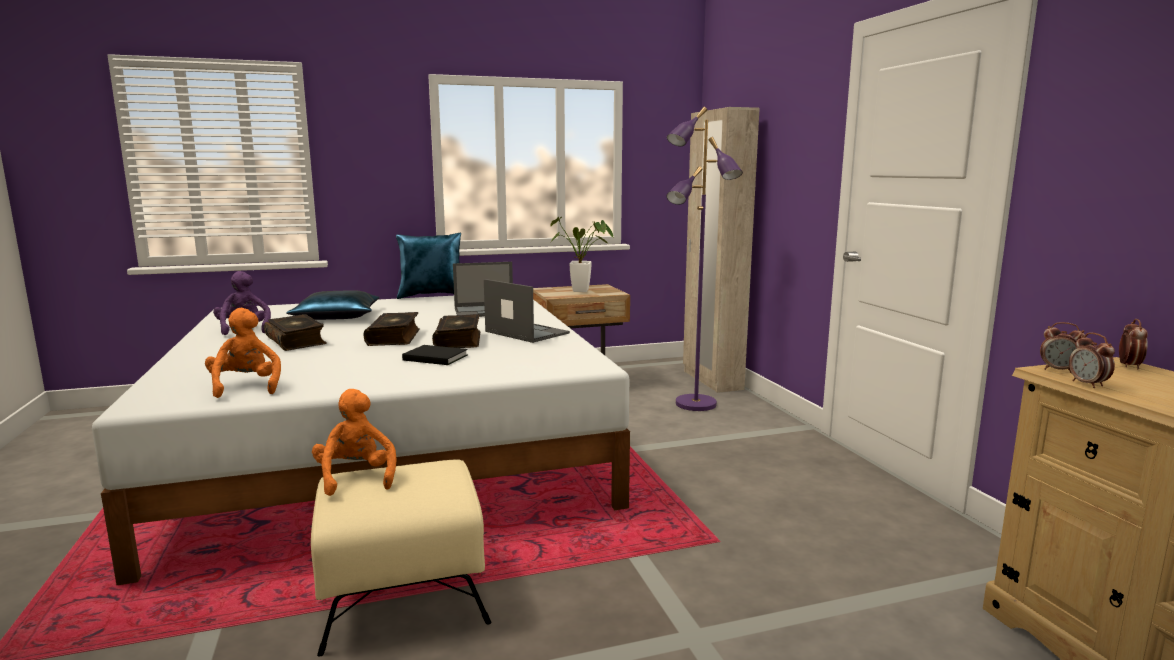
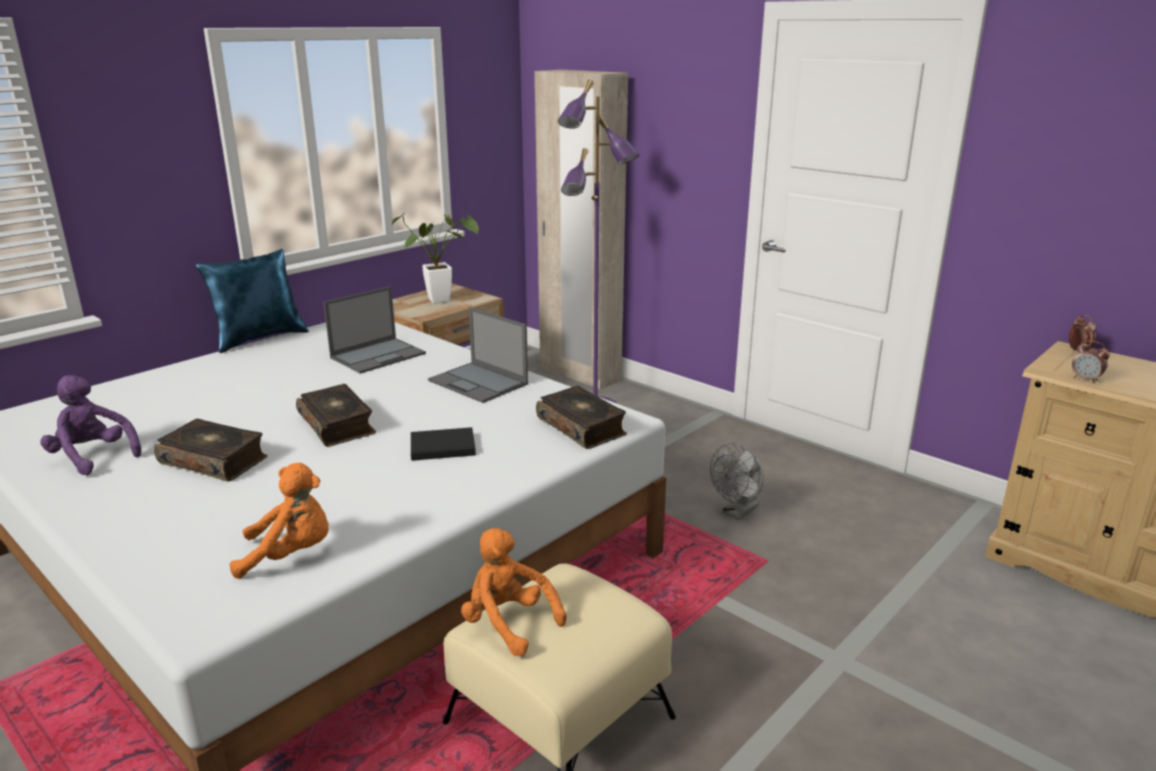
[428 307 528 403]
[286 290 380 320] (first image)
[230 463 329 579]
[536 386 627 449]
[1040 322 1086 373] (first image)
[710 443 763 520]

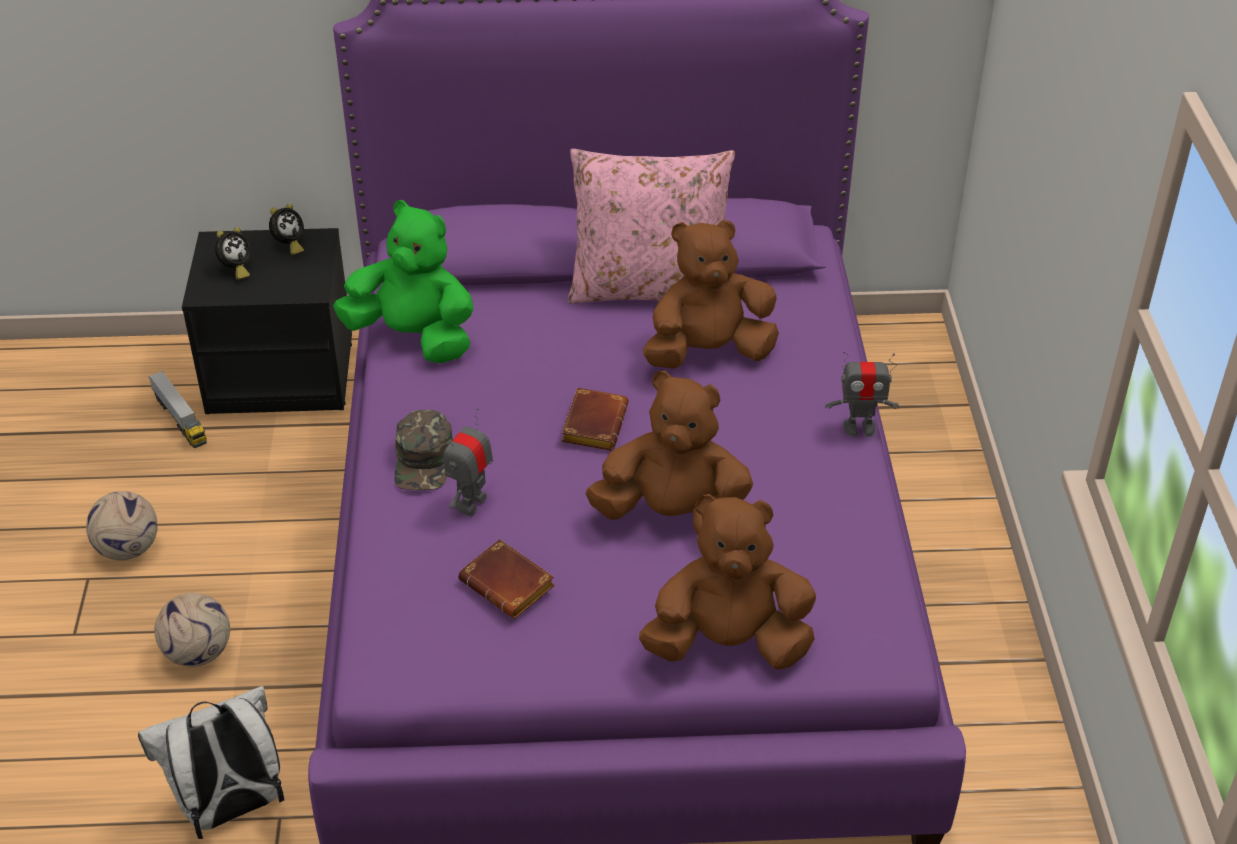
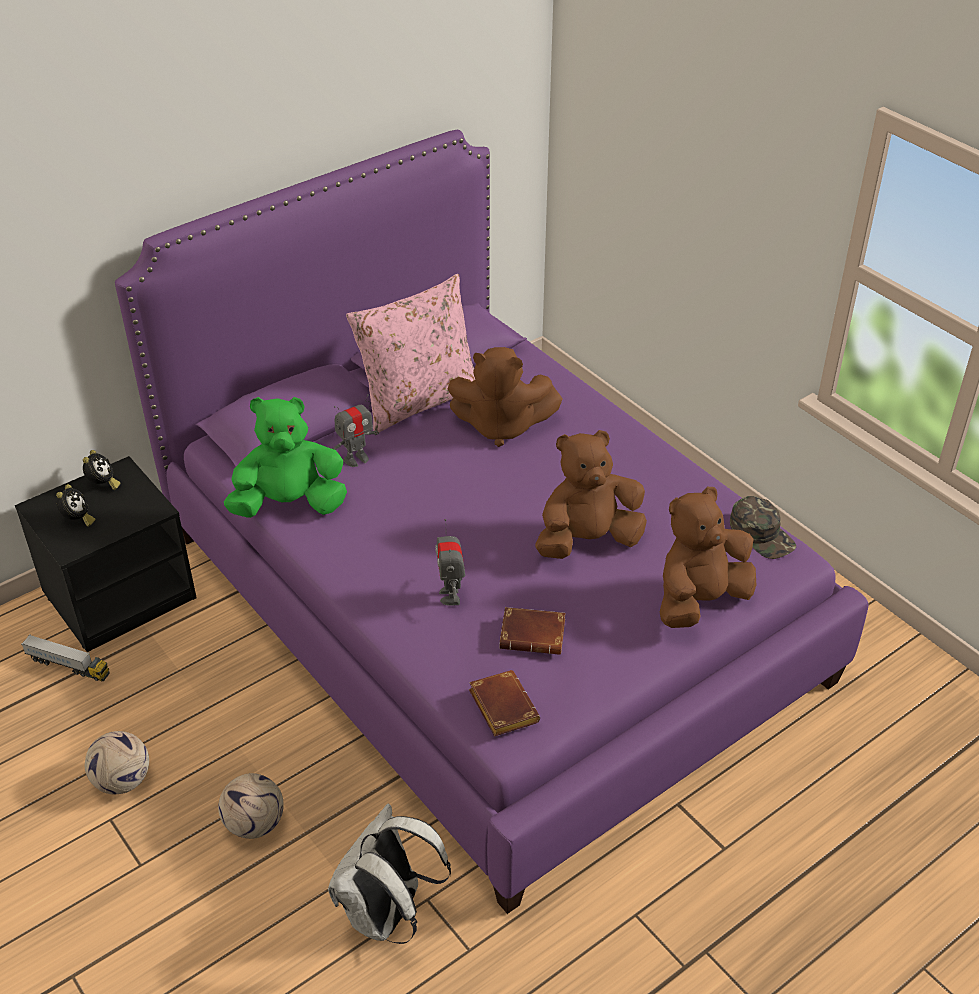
[447 347 562 447]
[332 394 379 467]
[469 670 540 736]
[730 496 796 559]

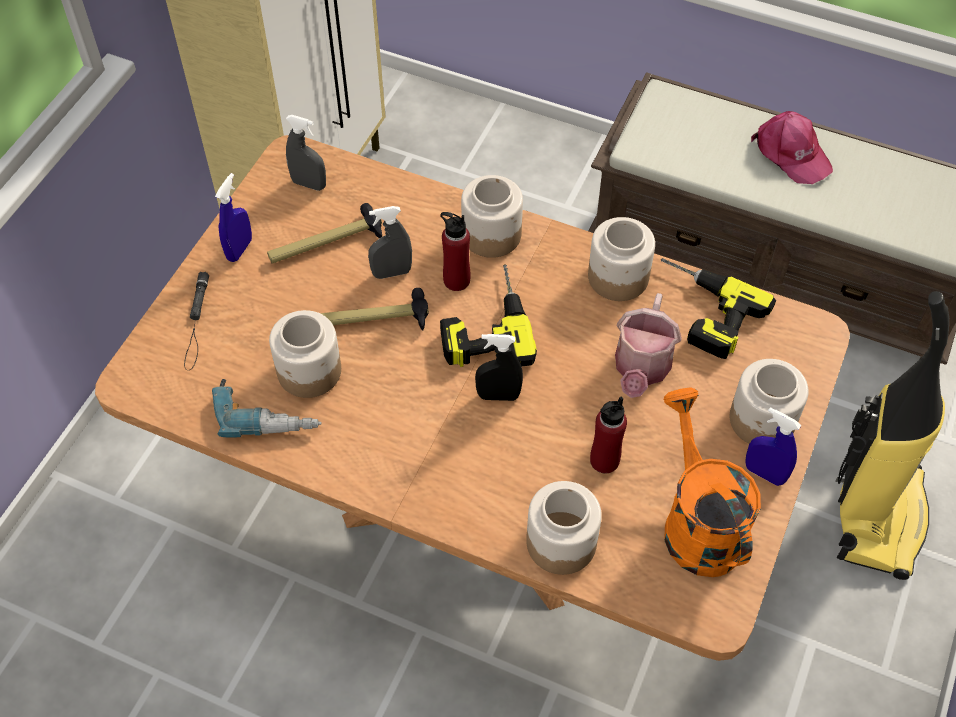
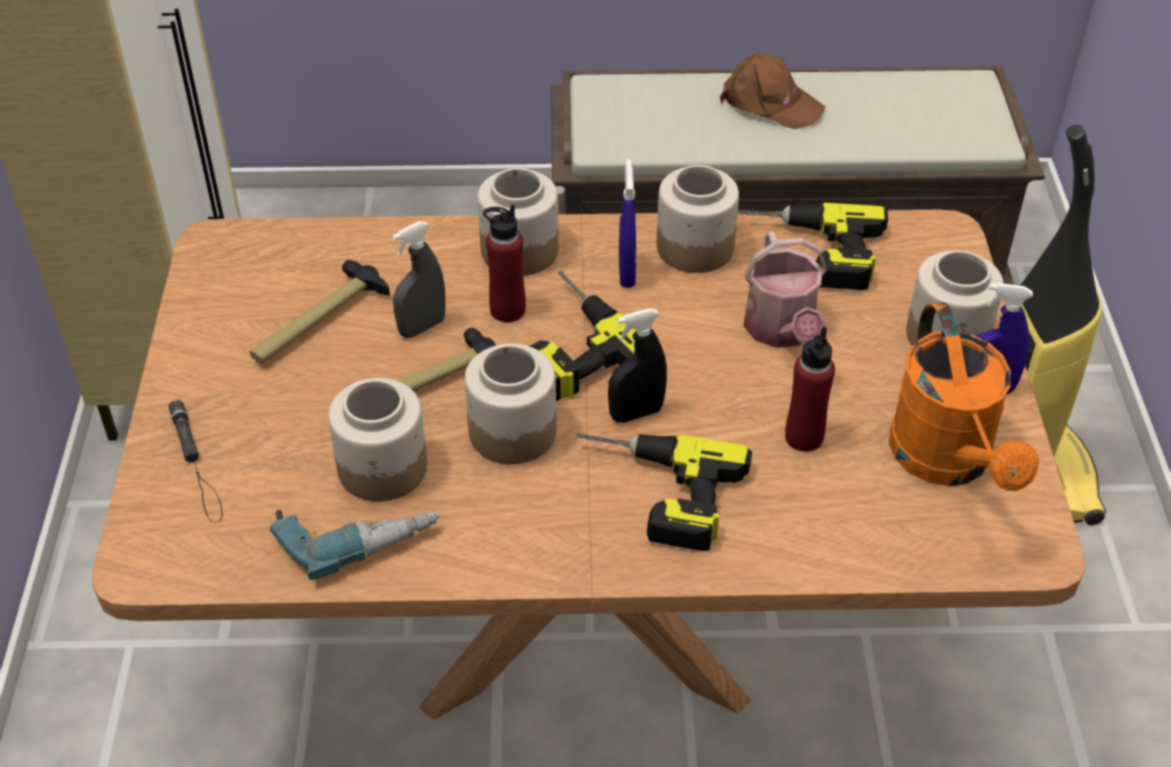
[720 53 826 129]
[286 115 326 191] (first image)
[619 159 636 288]
[889 302 1039 491]
[465 344 557 464]
[576 433 752 551]

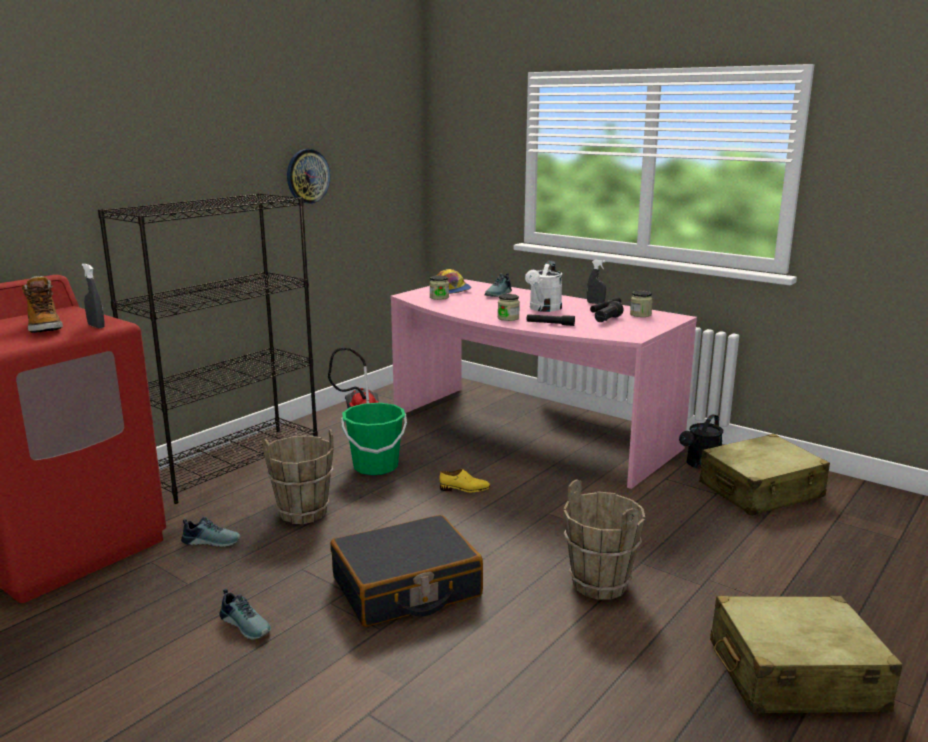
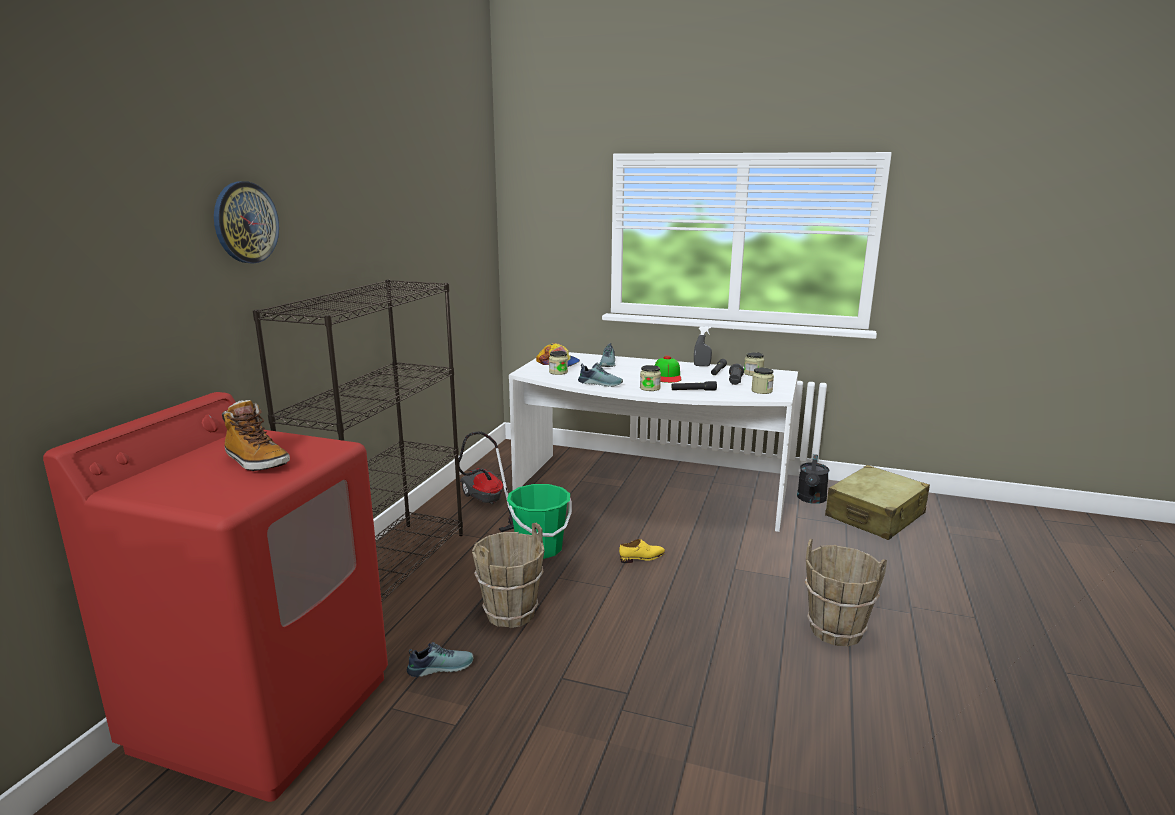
[214 182 279 263]
[655 356 682 383]
[82 264 105 329] (first image)
[509 352 798 532]
[330 515 483 627] (first image)
[578 363 623 387]
[710 595 903 714] (first image)
[751 368 774 394]

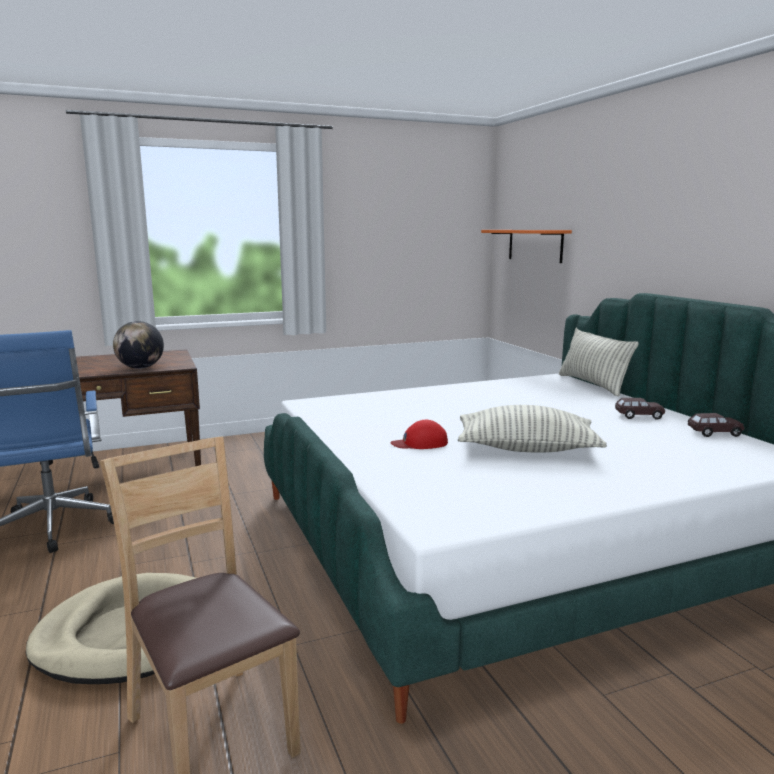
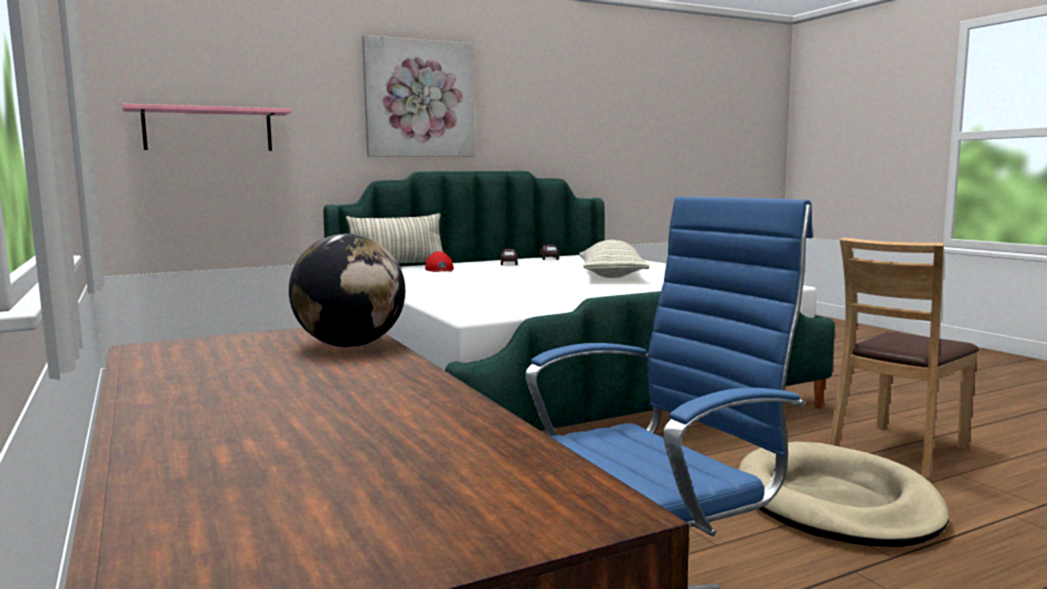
[122 104 291 151]
[425 251 454 272]
[362 35 476 157]

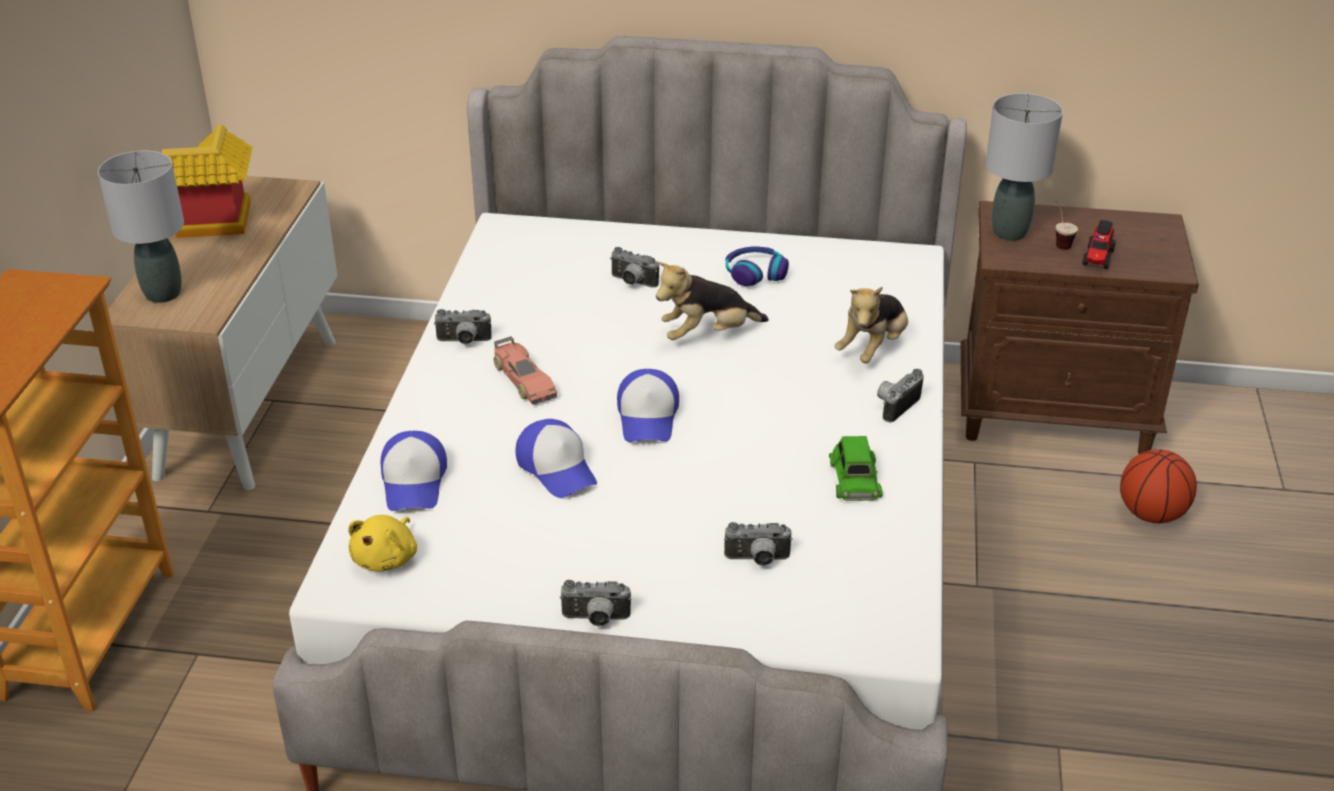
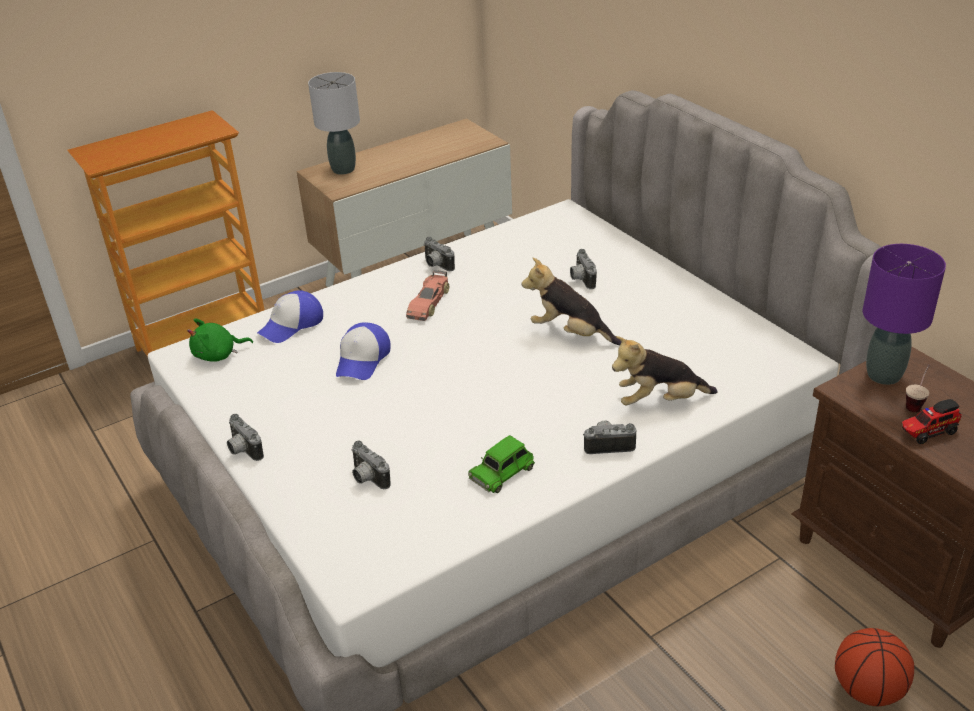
[863 244 946 385]
[162 125 253 238] (first image)
[726 247 789 286] (first image)
[617 369 679 442] (first image)
[187 319 253 362]

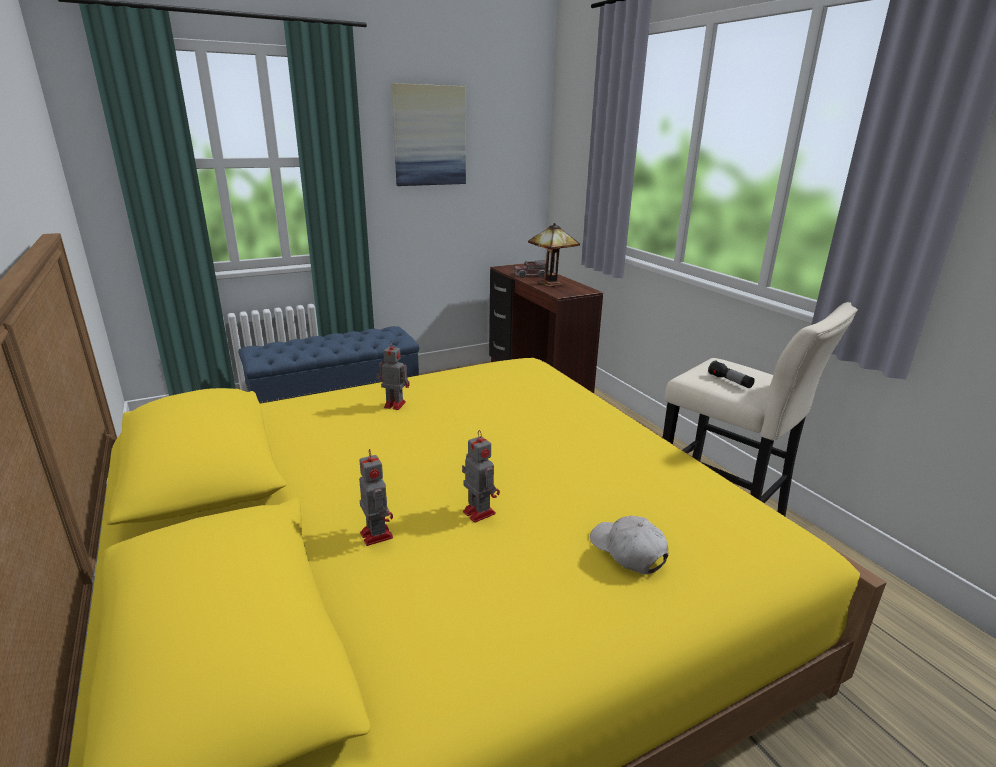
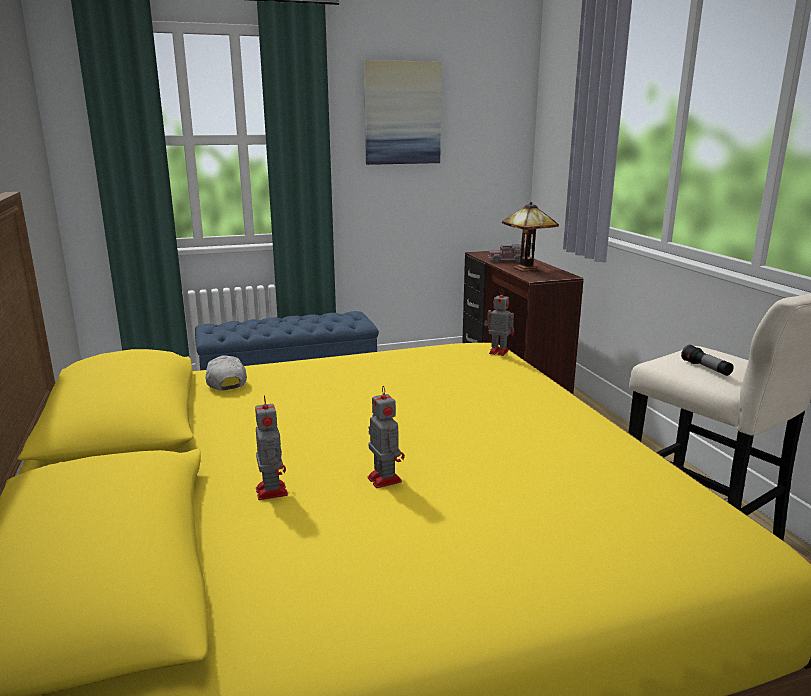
[484 289 514 356]
[205 355 247 391]

